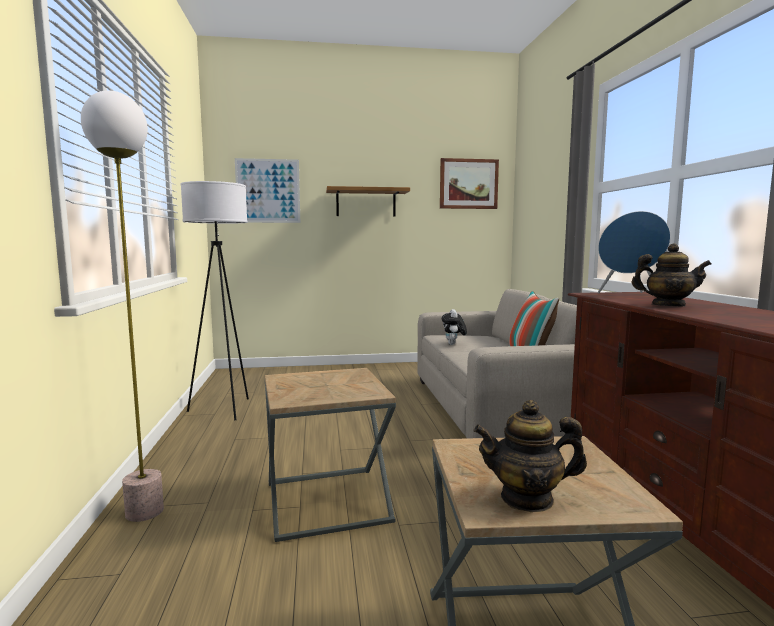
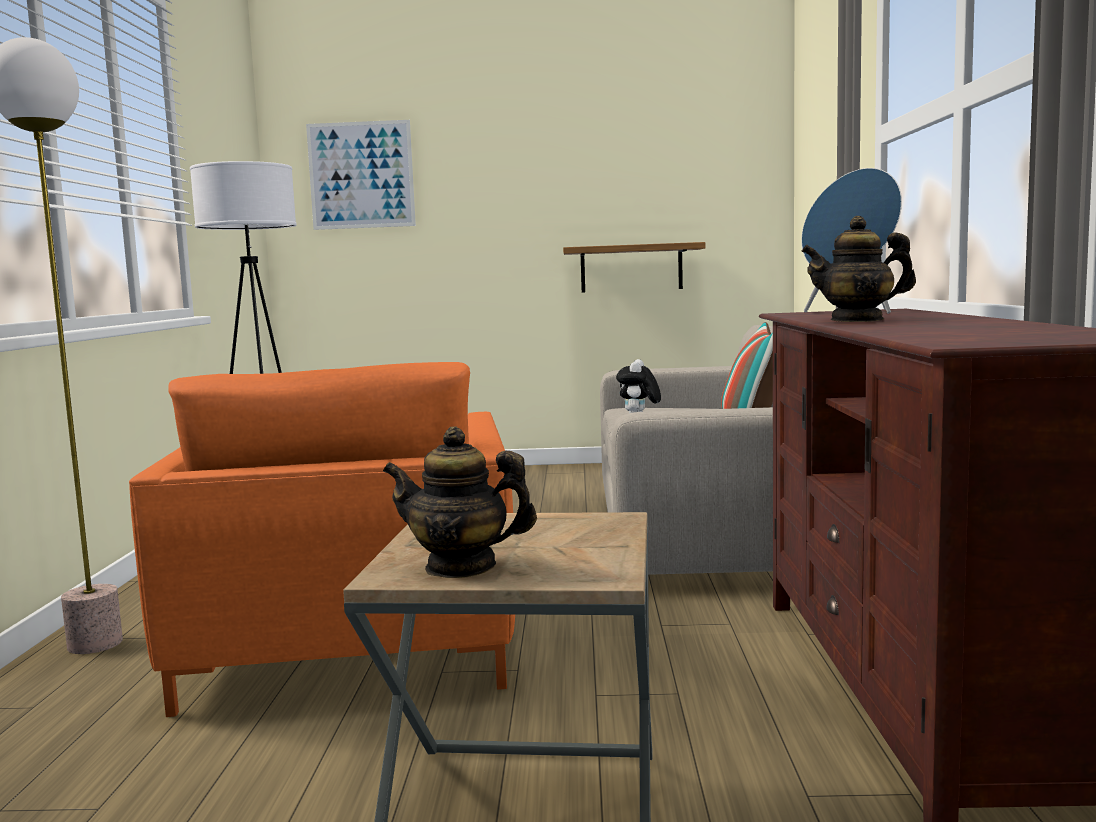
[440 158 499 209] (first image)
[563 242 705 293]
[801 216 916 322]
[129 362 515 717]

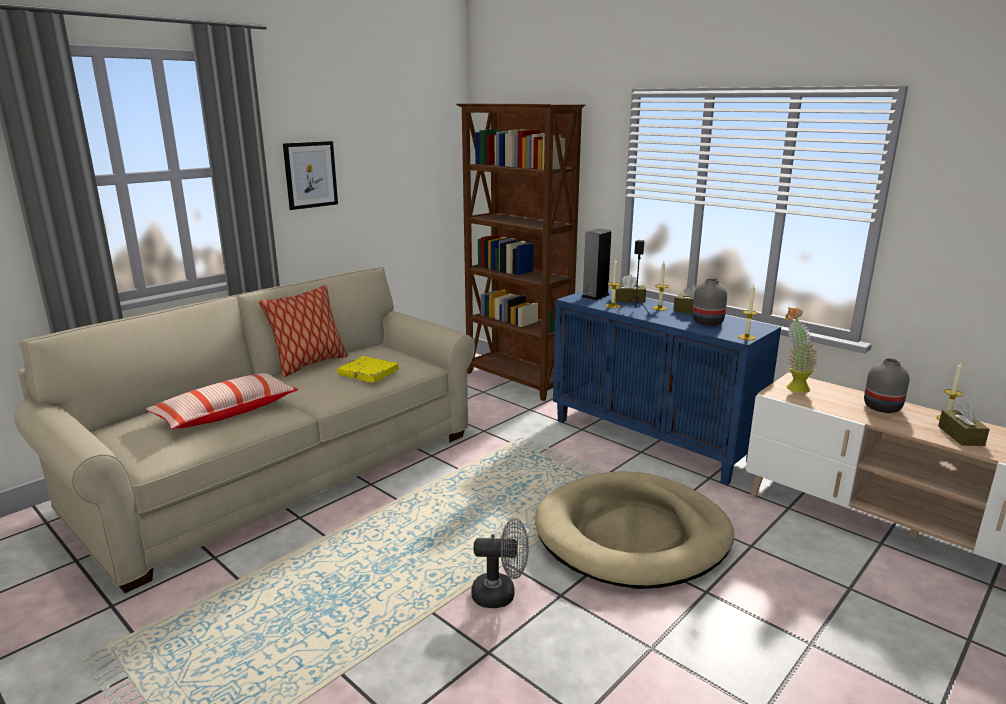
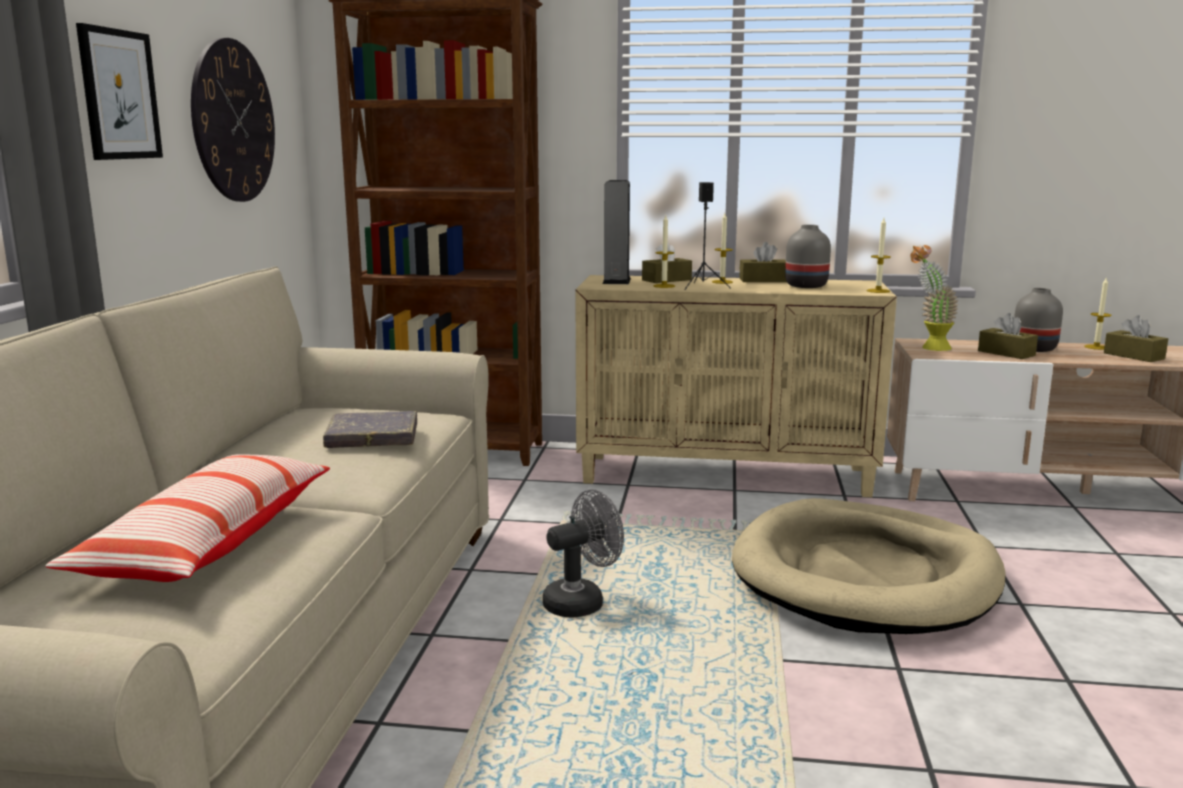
[259 285 348 377] (first image)
[575 275 897 497]
[323 411 417 448]
[543 490 624 617]
[191 38 275 202]
[978 313 1038 359]

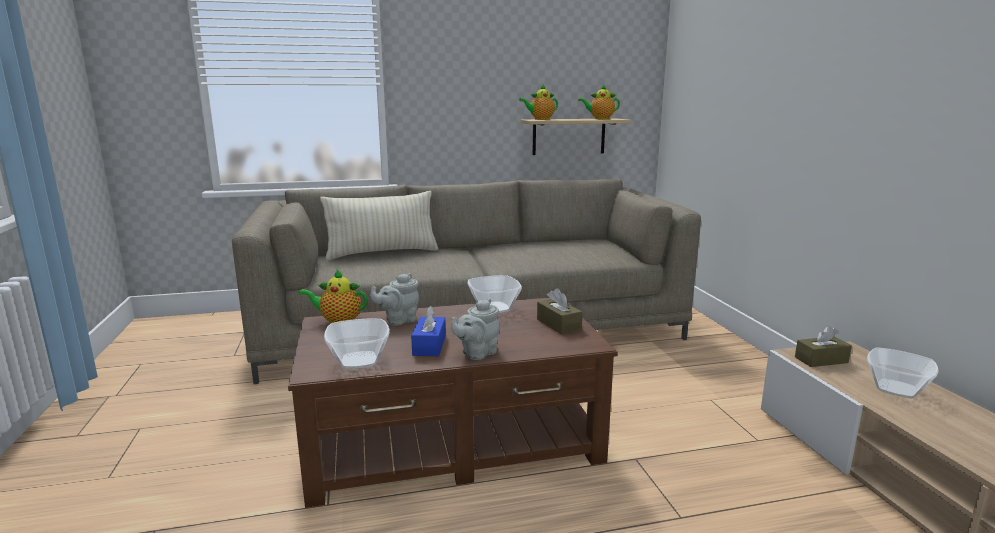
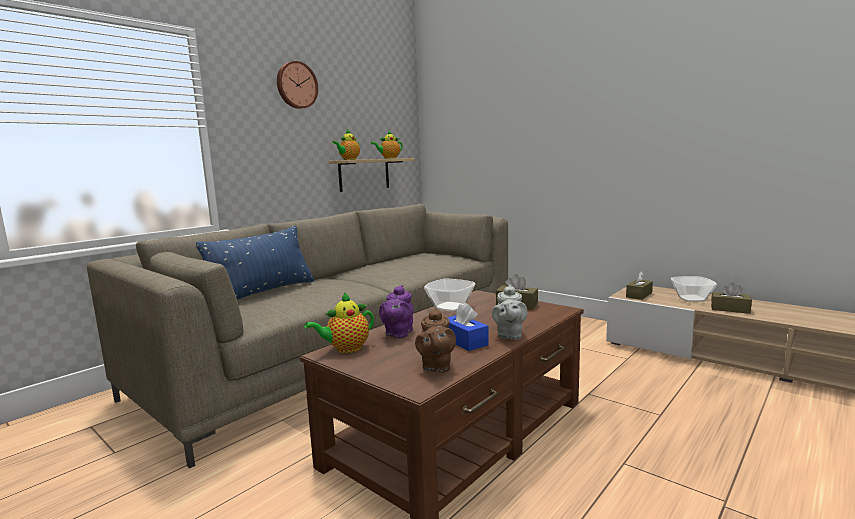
[196 226 315 300]
[379 285 414 338]
[415 308 456 373]
[277 61 318 109]
[711 282 752 314]

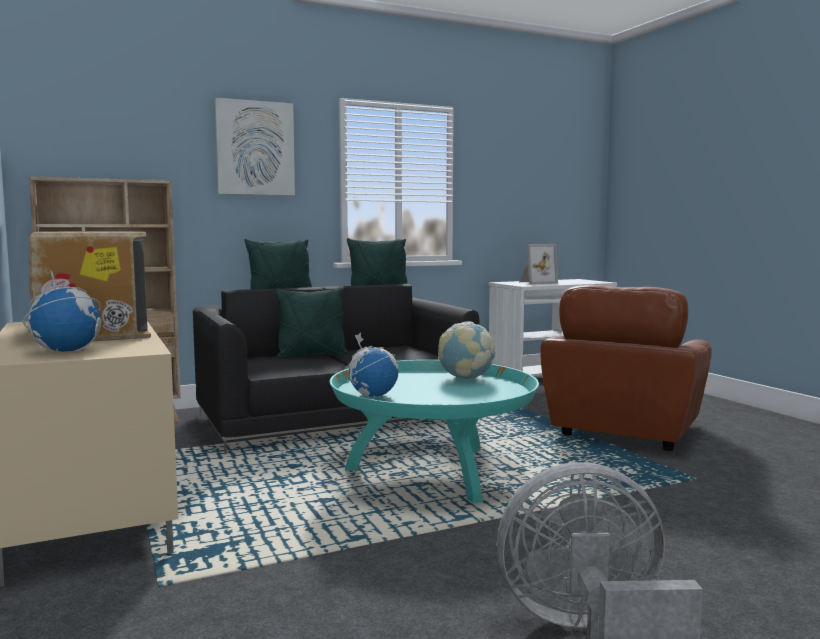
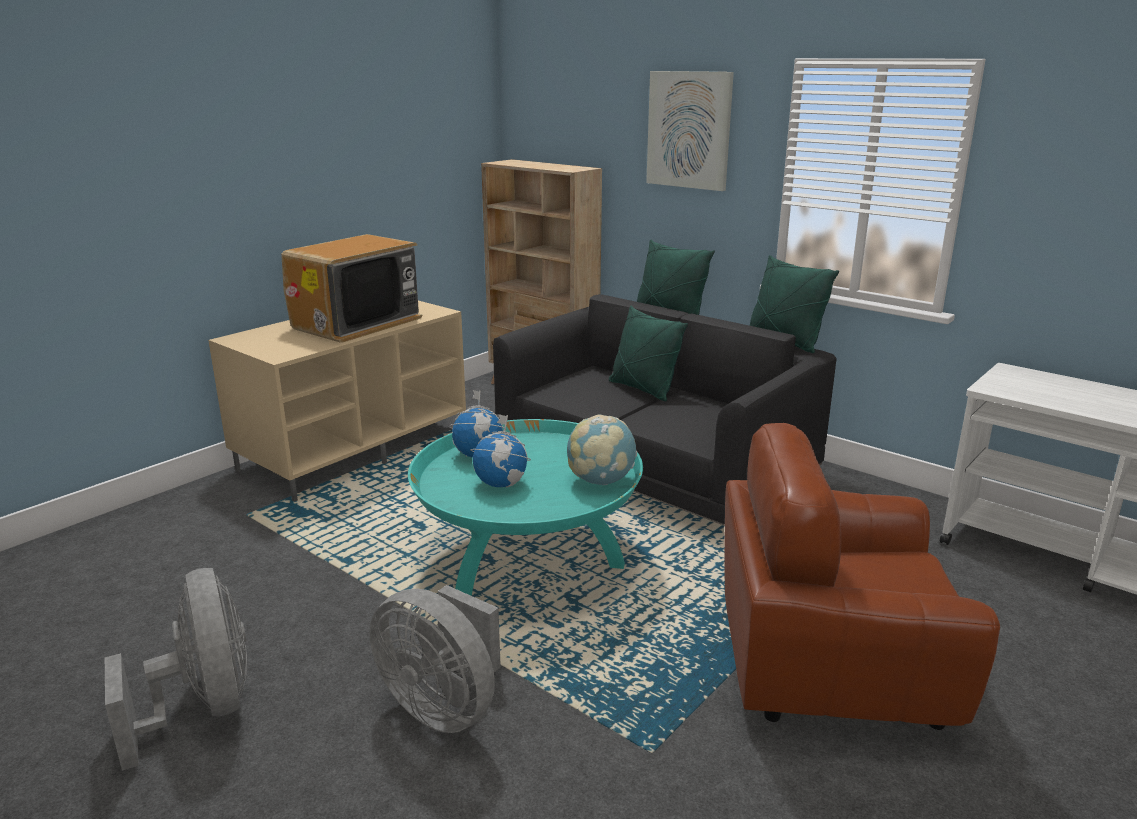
[520 244 558 285] (first image)
[471 414 531 487]
[370 585 501 733]

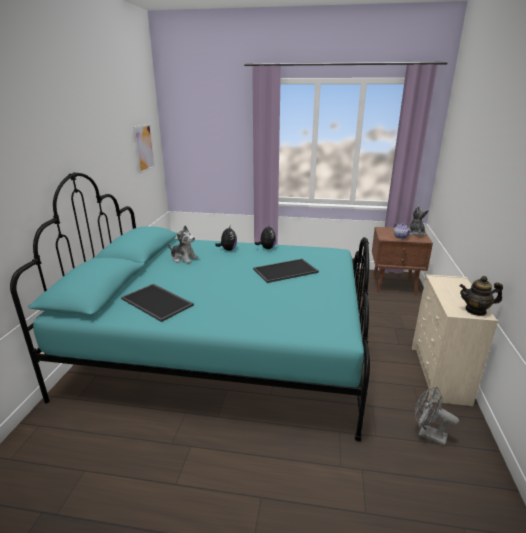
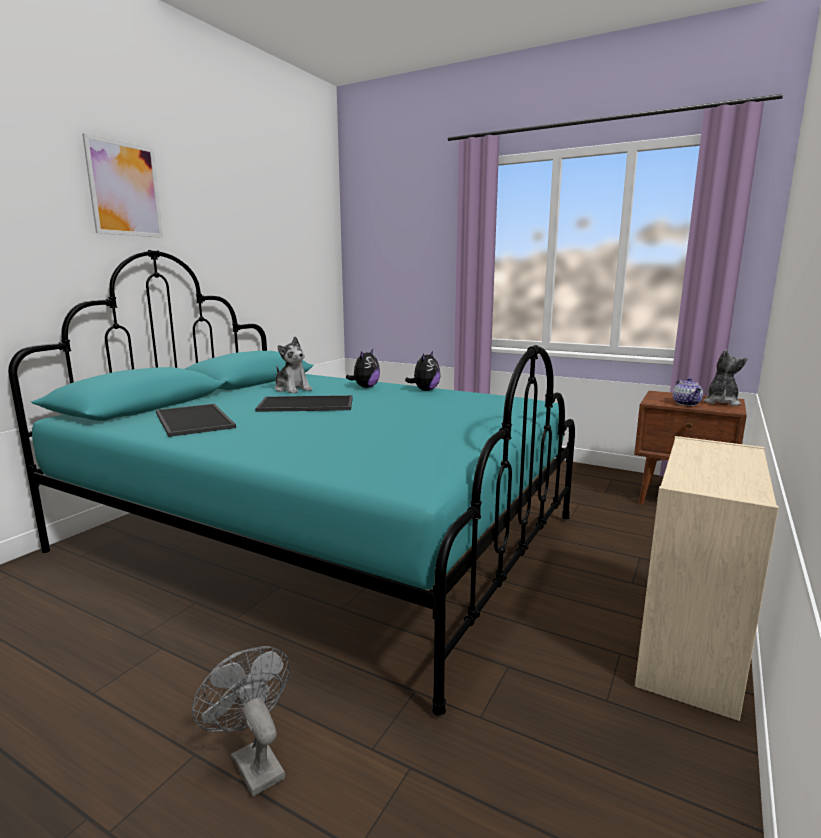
[82 133 163 238]
[255 395 353 412]
[460 276 503 316] (first image)
[192 646 290 797]

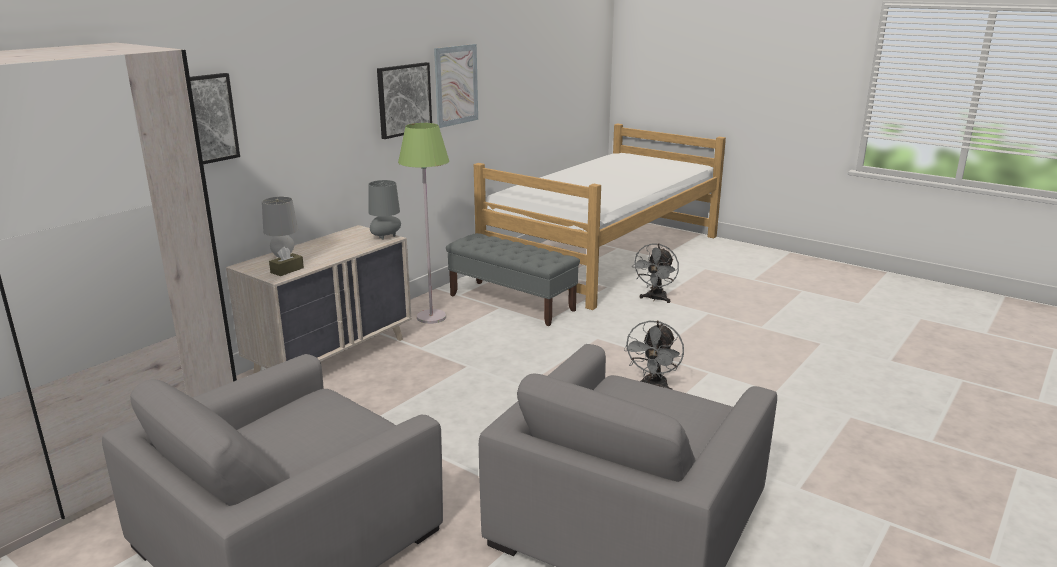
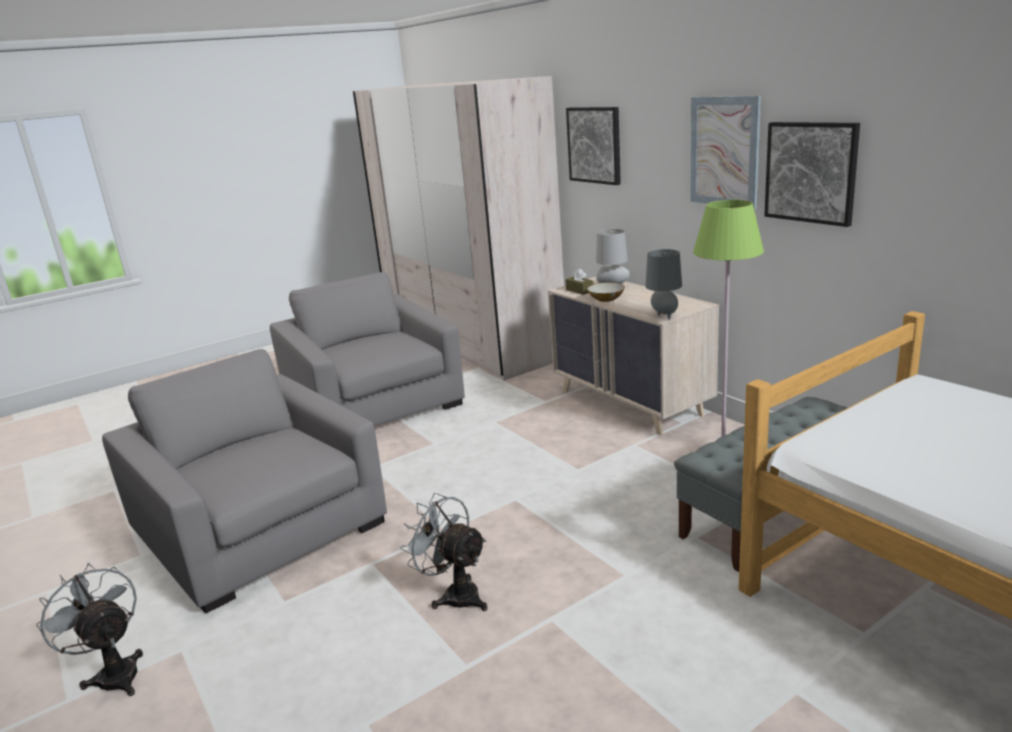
[690 96 761 209]
[36 563 143 696]
[587 283 625 302]

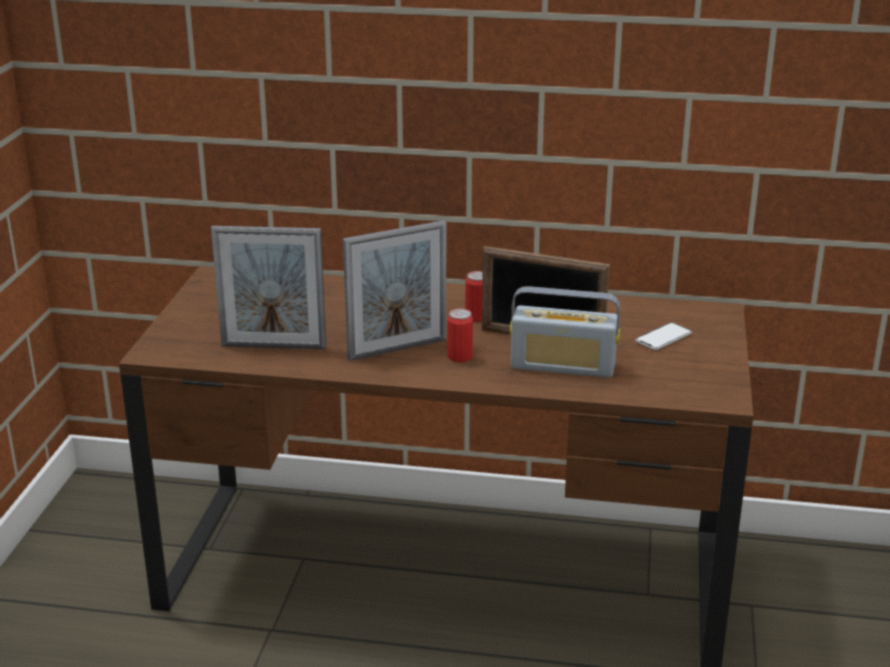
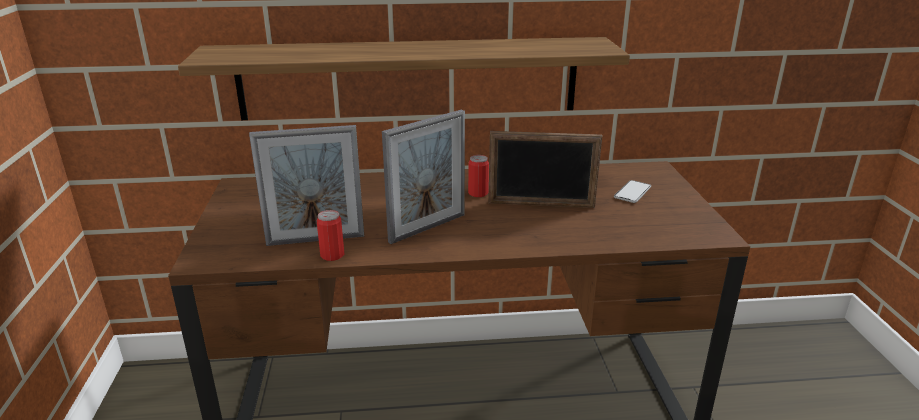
[510 286 620 378] (first image)
[317 210 344 261]
[178 37 630 120]

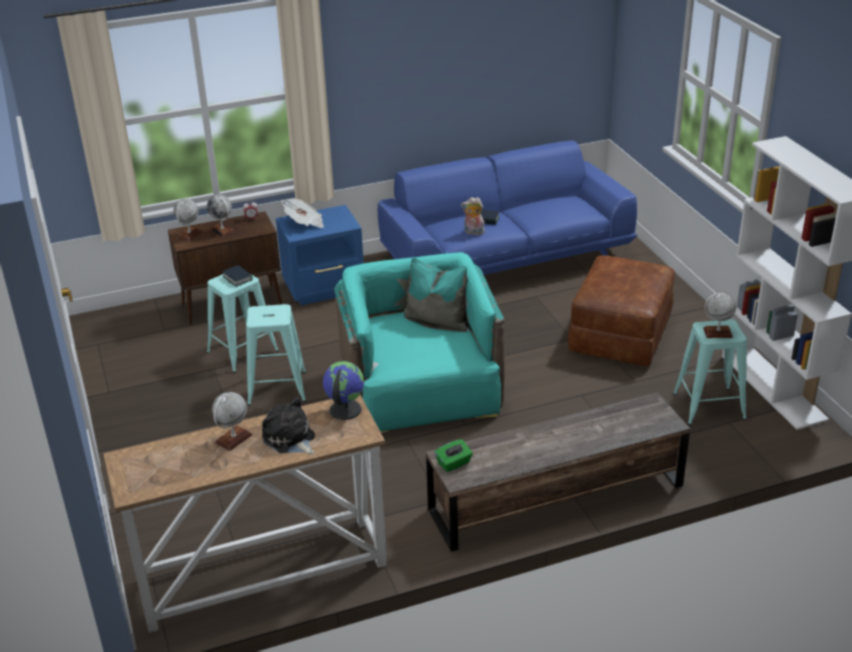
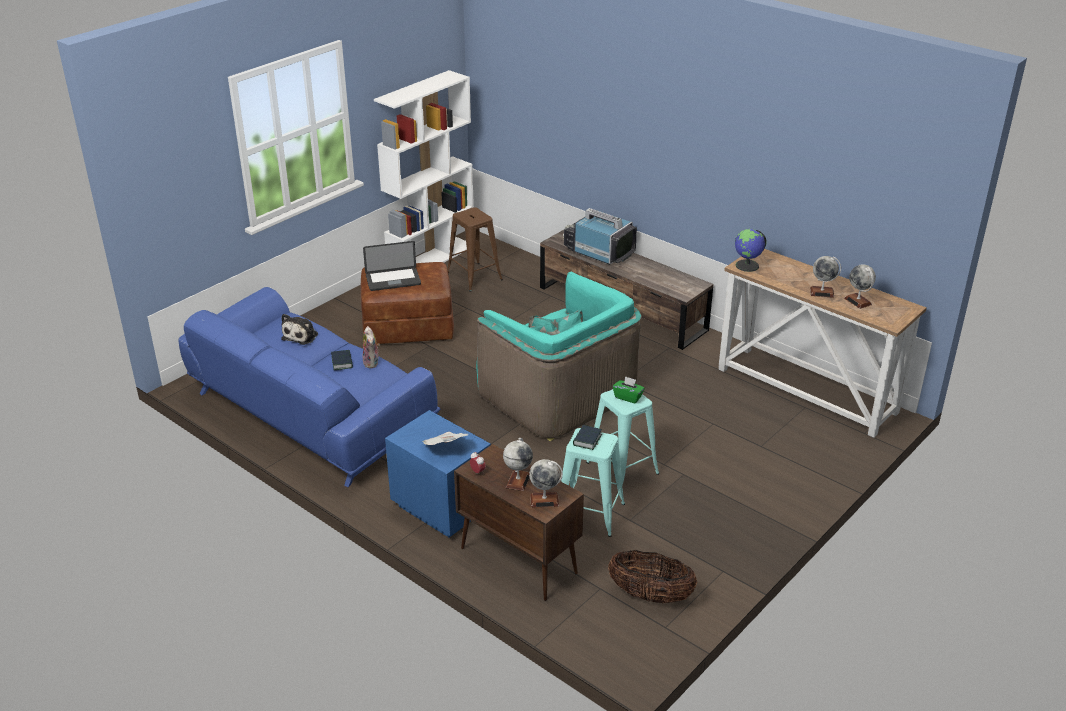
[476 271 642 442]
[844 265 876 309]
[447 207 503 292]
[281 314 318 345]
[613 376 645 404]
[563 208 637 265]
[363 241 421 291]
[608 550 697 603]

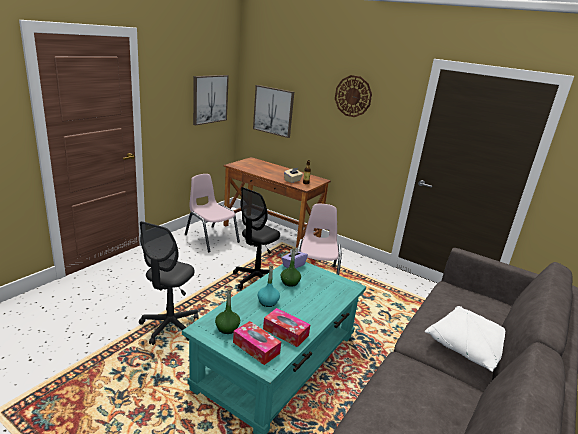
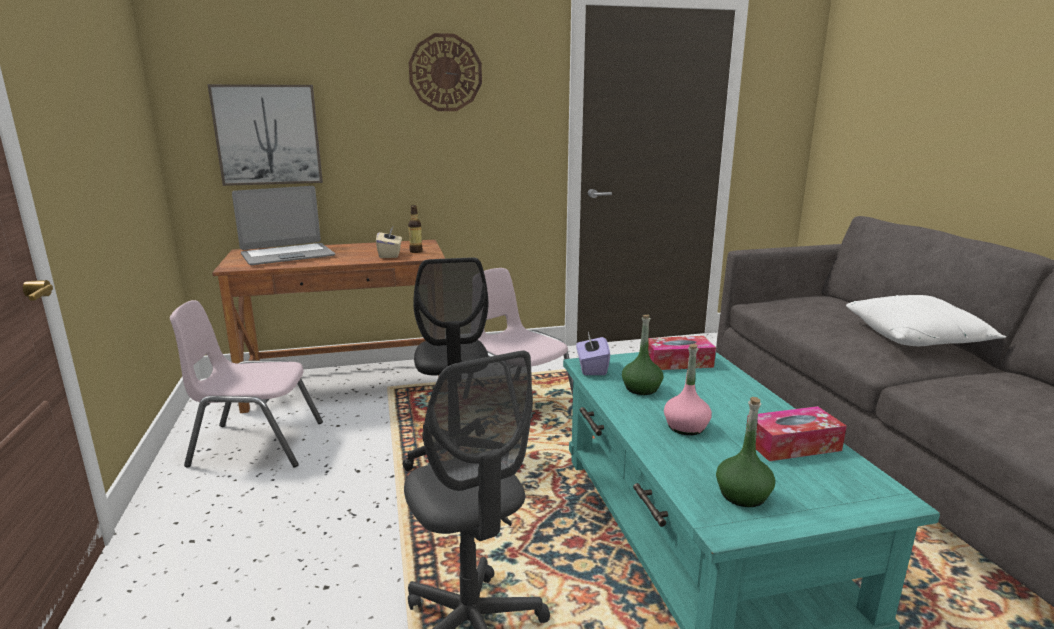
[193 75 229 125] (first image)
[664 344 712 435]
[648 336 716 370]
[232 186 335 265]

